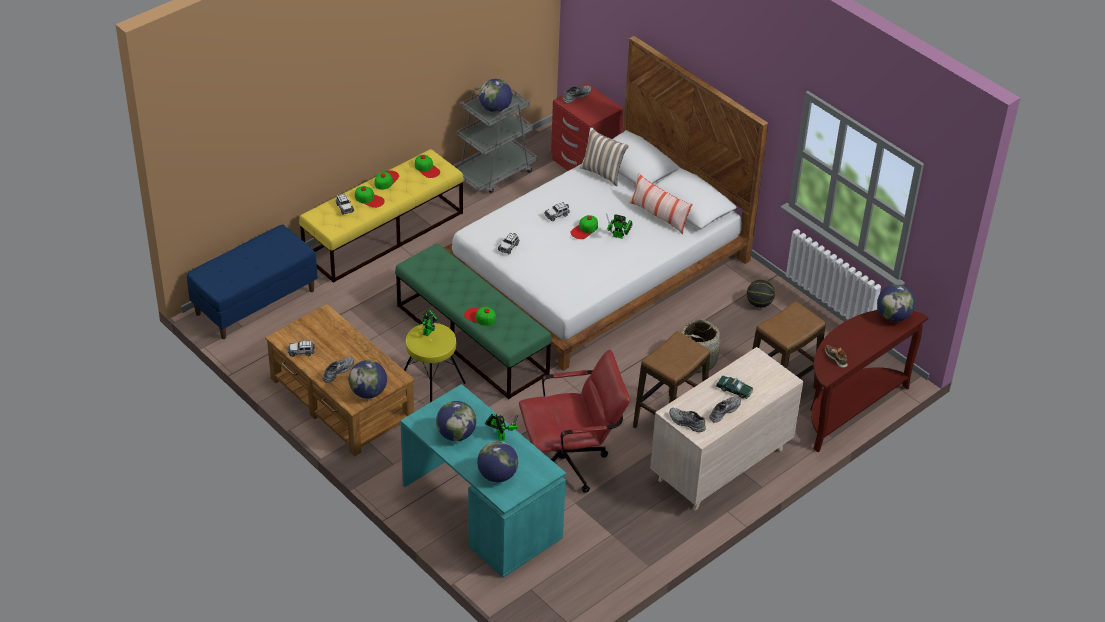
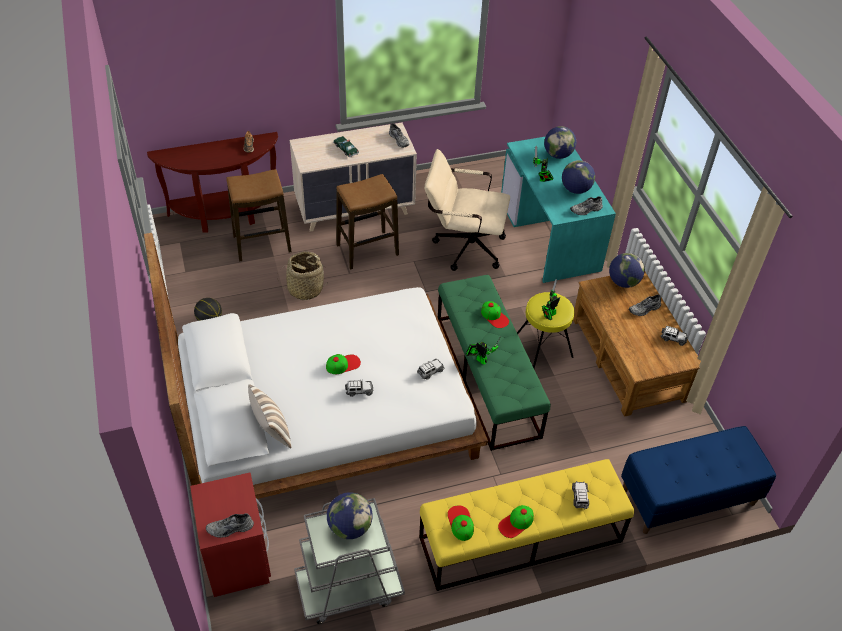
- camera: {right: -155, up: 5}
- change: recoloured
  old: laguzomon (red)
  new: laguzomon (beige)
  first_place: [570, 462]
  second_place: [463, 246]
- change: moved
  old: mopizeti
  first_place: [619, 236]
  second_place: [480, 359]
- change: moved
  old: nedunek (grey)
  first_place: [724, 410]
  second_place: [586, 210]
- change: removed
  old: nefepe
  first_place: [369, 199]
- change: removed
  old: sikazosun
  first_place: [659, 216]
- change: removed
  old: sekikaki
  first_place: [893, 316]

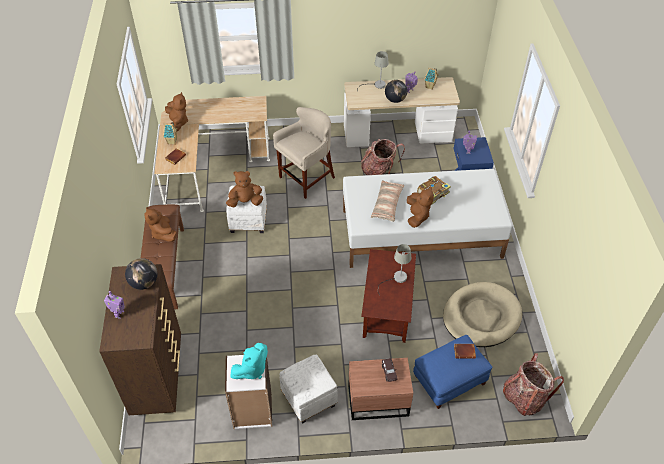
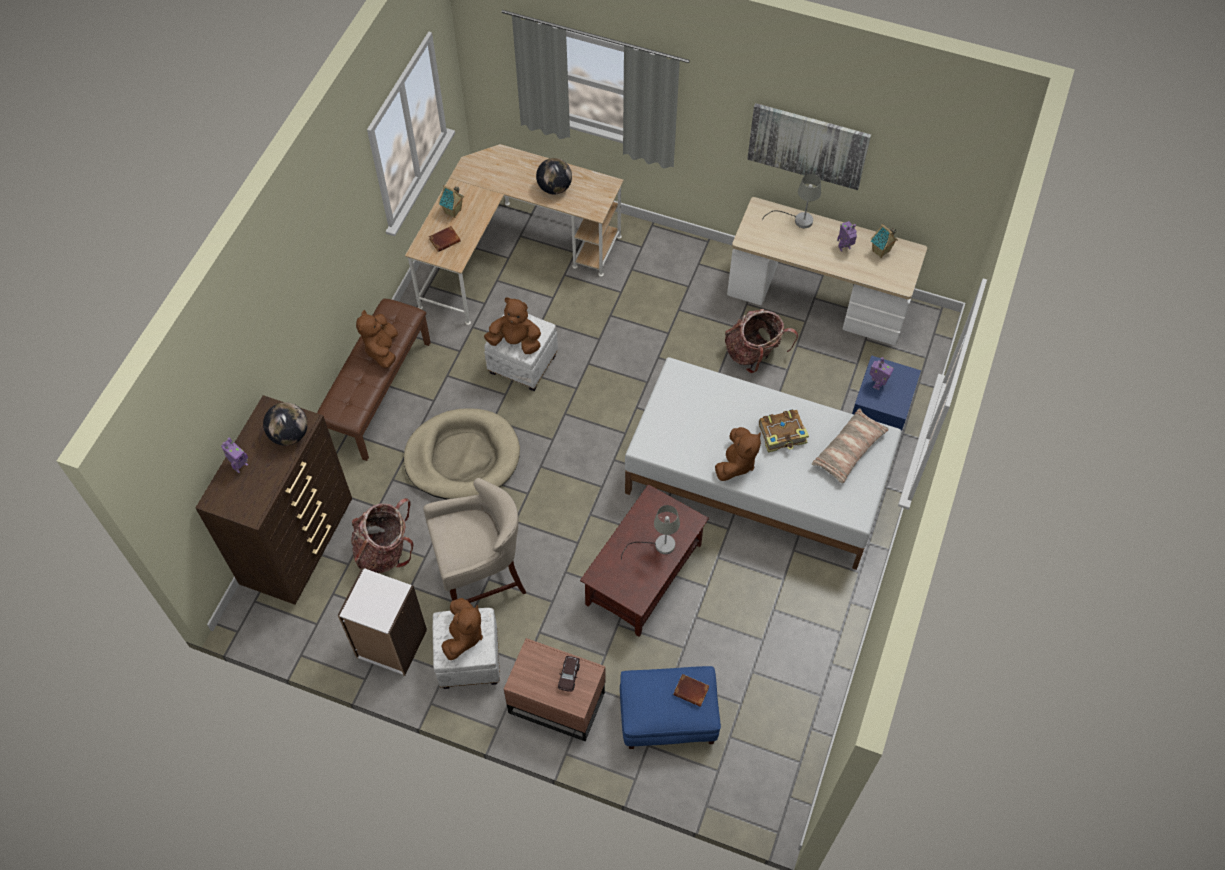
- camera: {right: 25, up: 10}
- change: moved
  old: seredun
  first_place: [524, 398]
  second_place: [384, 550]
- change: moved
  old: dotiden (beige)
  first_place: [481, 317]
  second_place: [462, 457]
- change: moved
  old: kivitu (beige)
  first_place: [307, 179]
  second_place: [481, 576]
- change: moved
  old: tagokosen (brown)
  first_place: [177, 123]
  second_place: [463, 636]
- change: moved
  old: sekikaki
  first_place: [395, 100]
  second_place: [554, 188]
- change: added
  new: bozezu
  second_place: [808, 145]
- change: moved
  old: sikazosun
  first_place: [387, 204]
  second_place: [849, 450]
- change: removed
  old: tagokosen (turquoise)
  first_place: [251, 369]

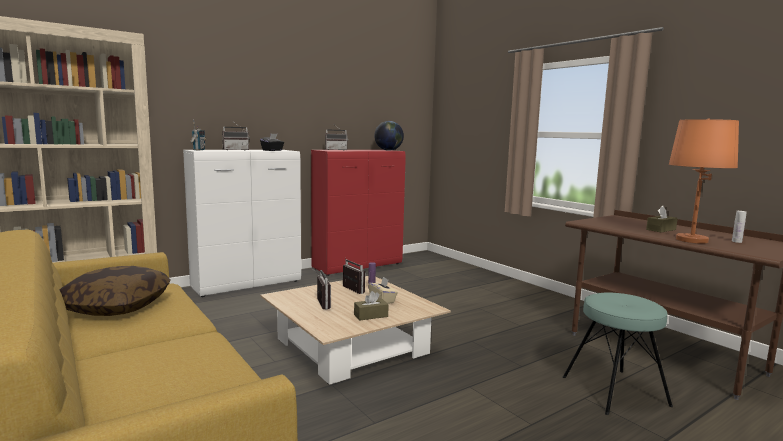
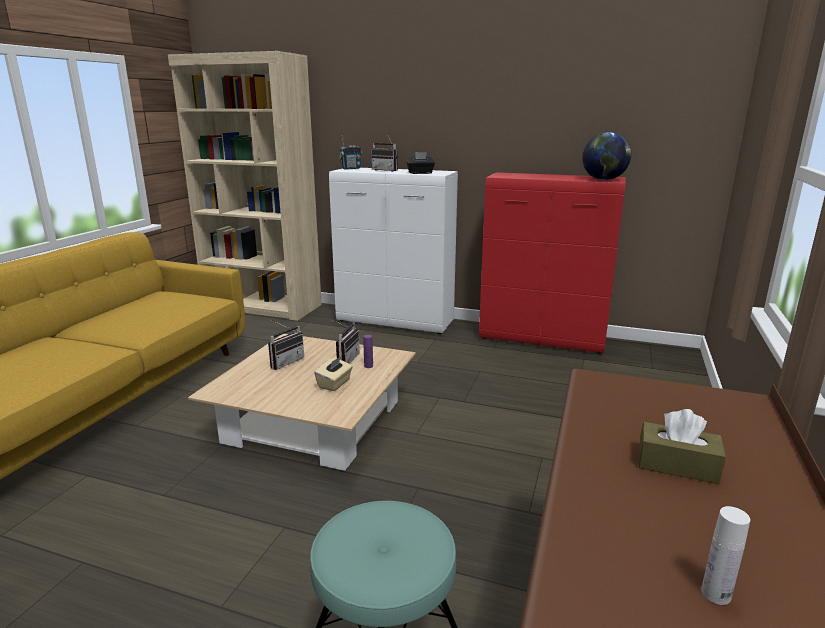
- camera: {right: 55, up: 10}
- change: removed
  old: sikazosun
  first_place: [116, 307]
- change: removed
  old: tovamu
  first_place: [336, 150]
- change: removed
  old: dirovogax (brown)
  first_place: [371, 315]
- change: removed
  old: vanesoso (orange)
  first_place: [692, 240]

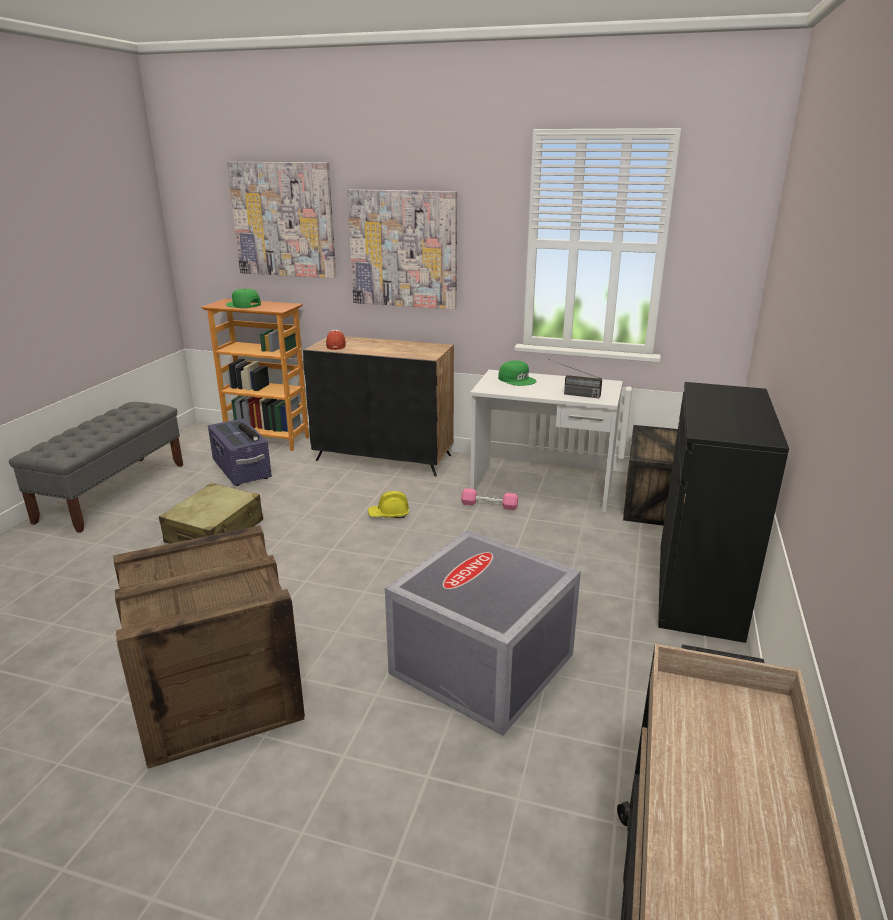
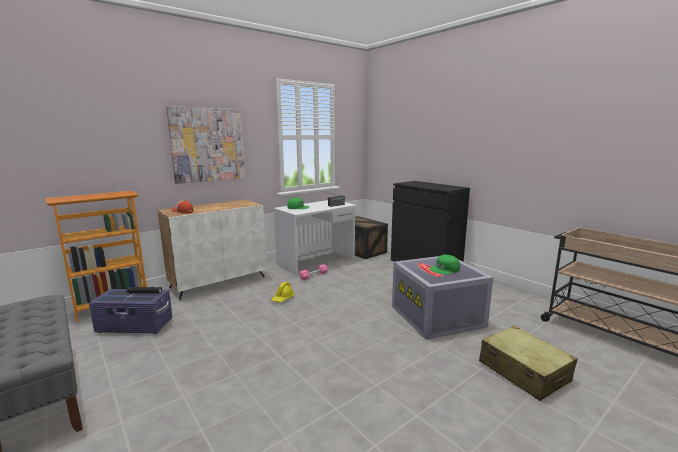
- camera: {right: -55, up: -10}
- change: recoloured
  old: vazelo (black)
  new: vazelo (white)
  first_place: [384, 458]
  second_place: [219, 282]
- change: moved
  old: nefepe (green)
  first_place: [243, 305]
  second_place: [445, 269]
- change: moved
  old: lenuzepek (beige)
  first_place: [215, 532]
  second_place: [523, 372]
- change: removed
  old: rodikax
  first_place: [217, 693]
- change: removed
  old: bozezu
  first_place: [284, 220]

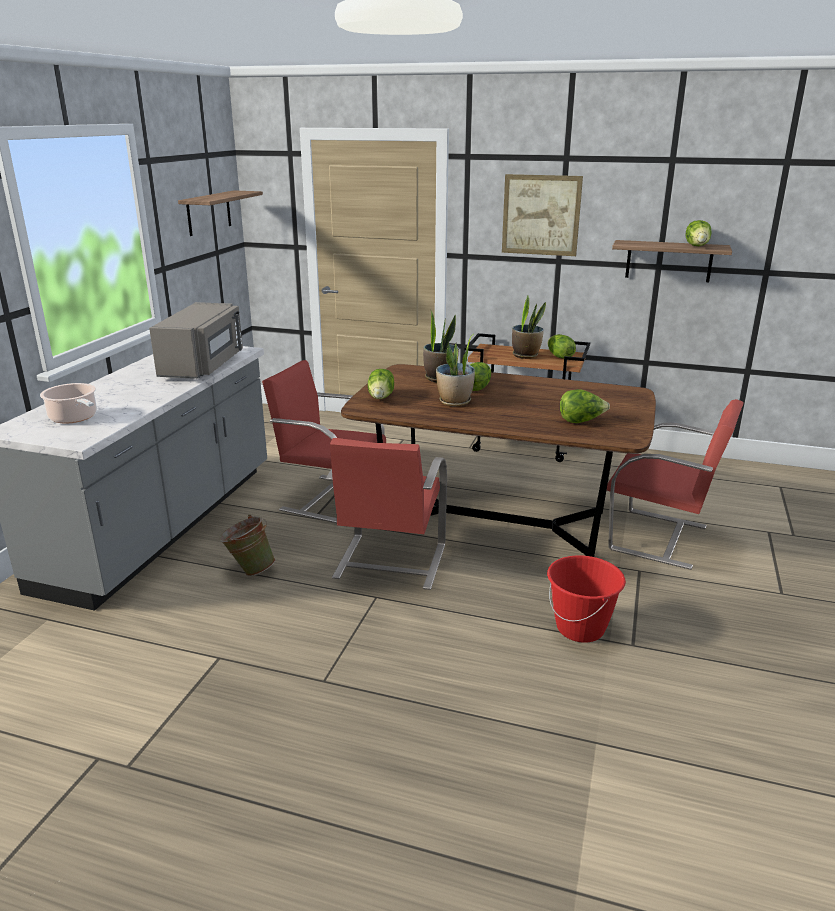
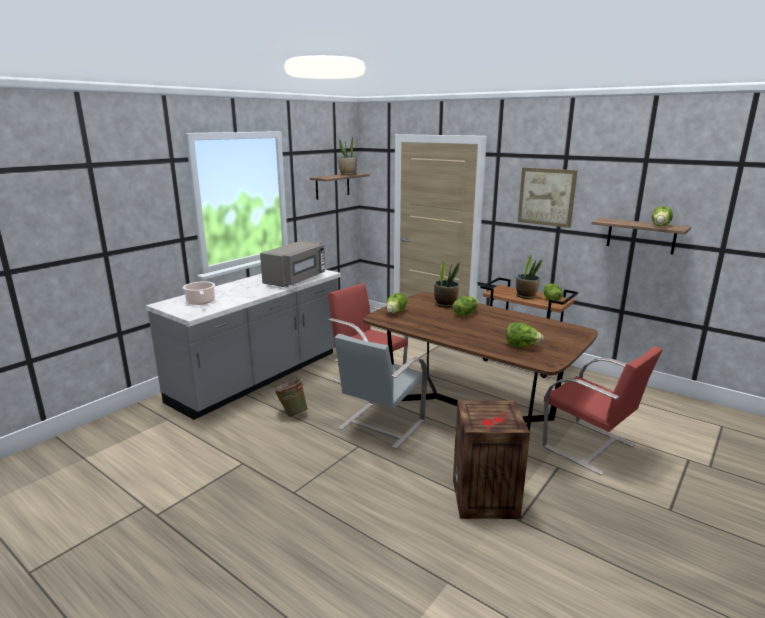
- camera: {right: 20, up: -5}
- change: recoloured
  old: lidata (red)
  new: lidata (grey)
  first_place: [389, 562]
  second_place: [380, 425]
- change: moved
  old: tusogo
  first_place: [455, 402]
  second_place: [348, 174]
- change: replaced
  old: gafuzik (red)
  new: rodikax
  first_place: [580, 628]
  second_place: [486, 499]

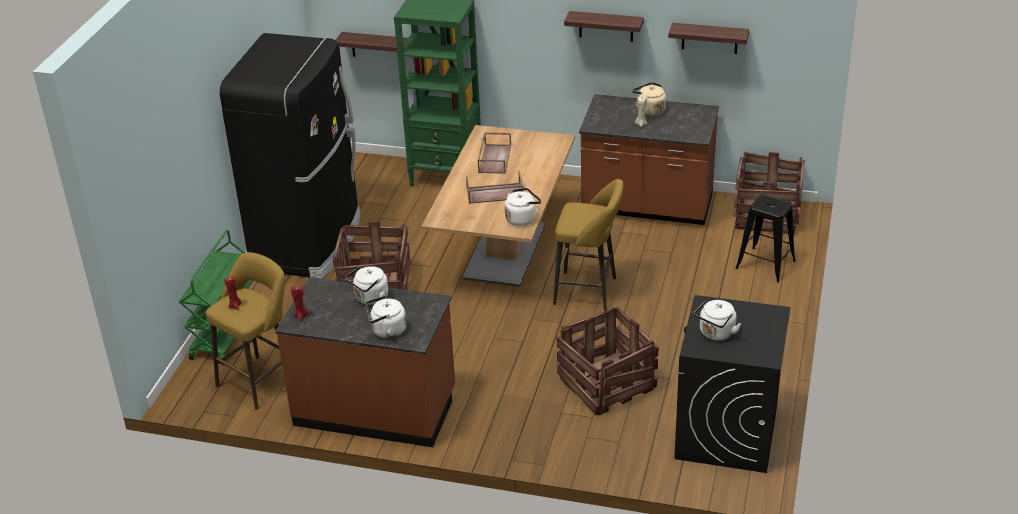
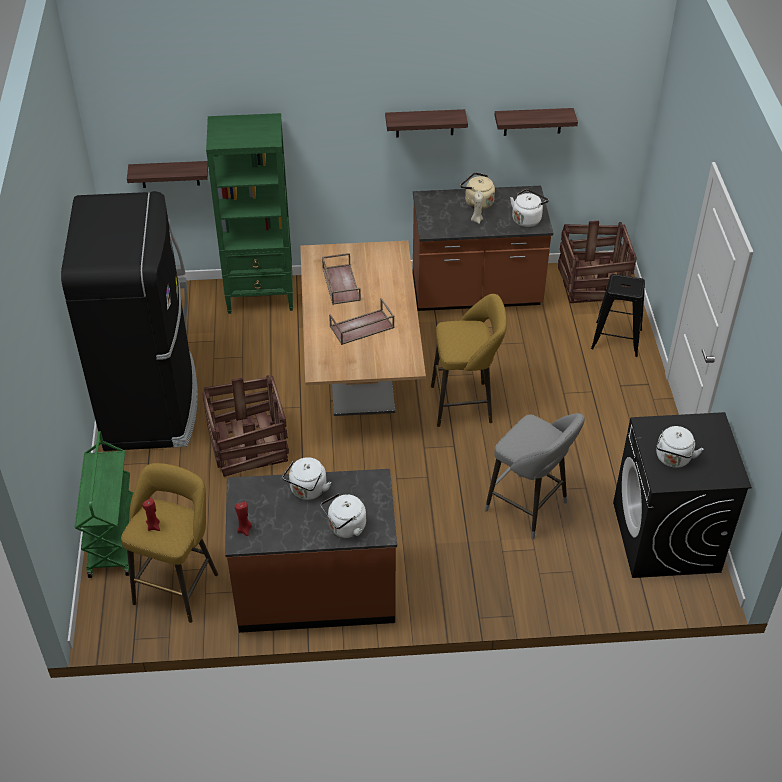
- camera: {right: -20, up: 10}
- change: replaced
  old: rodikax
  new: kivitu (grey)
  first_place: [605, 384]
  second_place: [530, 508]
- change: moved
  old: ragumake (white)
  first_place: [522, 218]
  second_place: [527, 219]

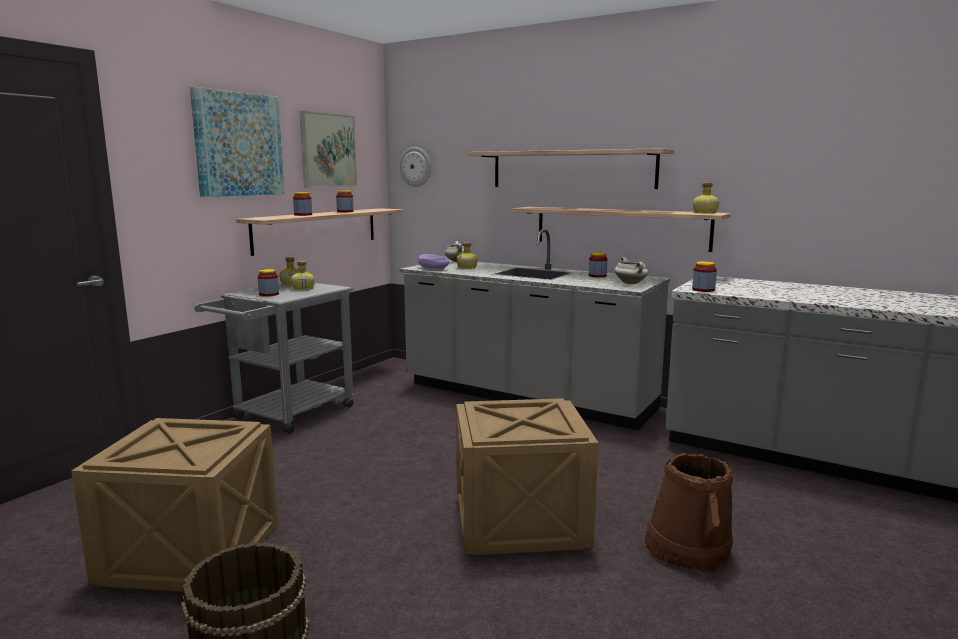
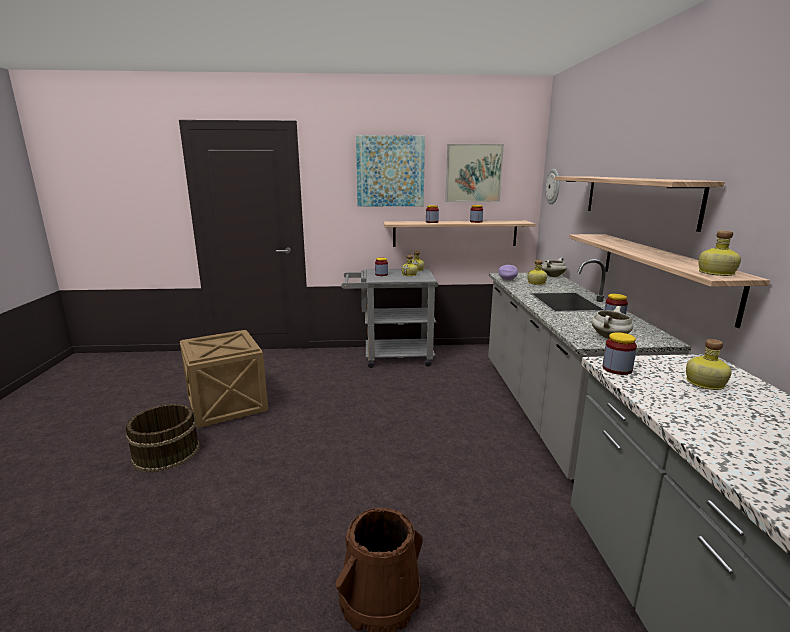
- camera: {right: 55, up: 5}
- change: added
  new: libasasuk
  second_place: [703, 383]
- change: removed
  old: rodikax
  first_place: [522, 522]

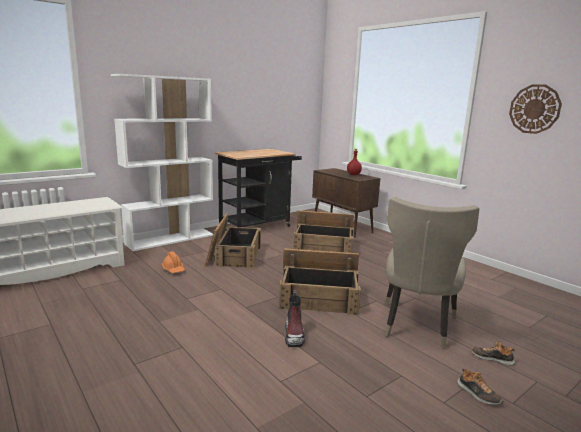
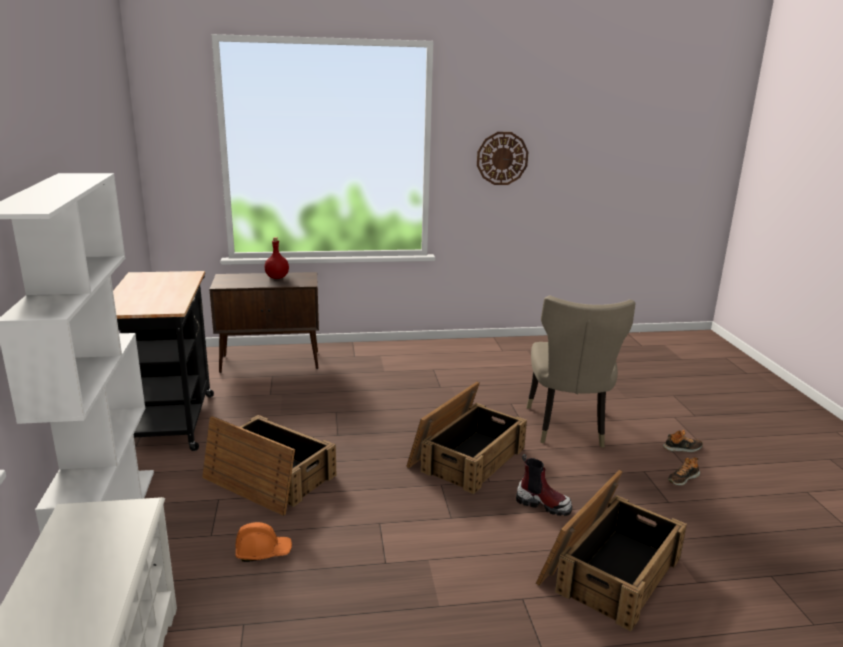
- camera: {right: -60, up: 5}
- change: turned
  old: lidata (beige)
  first_place: [416, 327]
  second_place: [568, 428]
  degrees: 45
- change: moved
  old: rodikax
  first_place: [323, 247]
  second_place: [608, 569]
- change: moved
  old: nedunek
  first_place: [492, 358]
  second_place: [682, 478]

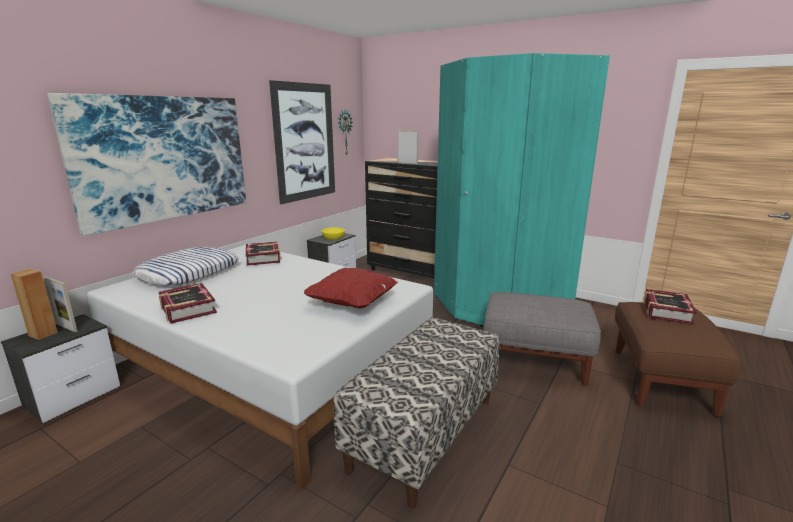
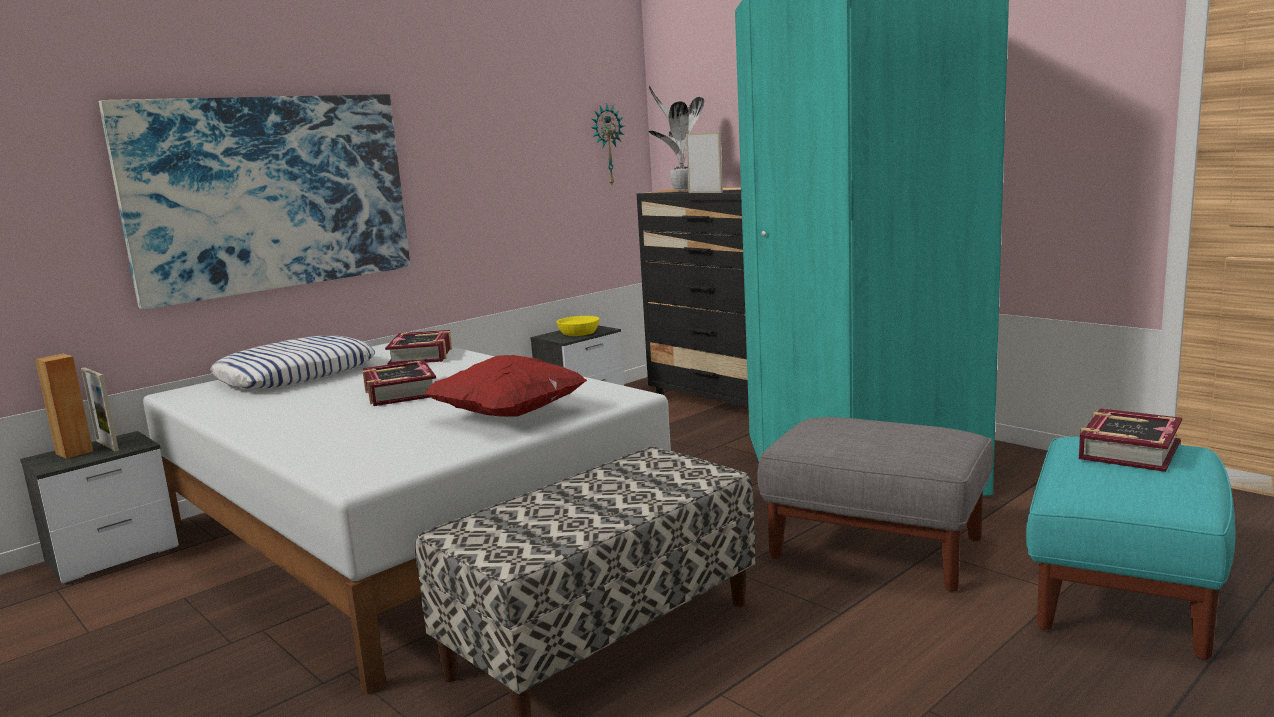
- camera: {right: 15, up: -5}
- change: moved
  old: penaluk
  first_place: [187, 309]
  second_place: [400, 392]
- change: added
  new: tusogo
  second_place: [680, 190]
- change: recoloured
  old: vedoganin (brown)
  new: vedoganin (turquoise)
  first_place: [661, 380]
  second_place: [1122, 593]
- change: removed
  old: bozezu
  first_place: [305, 142]

